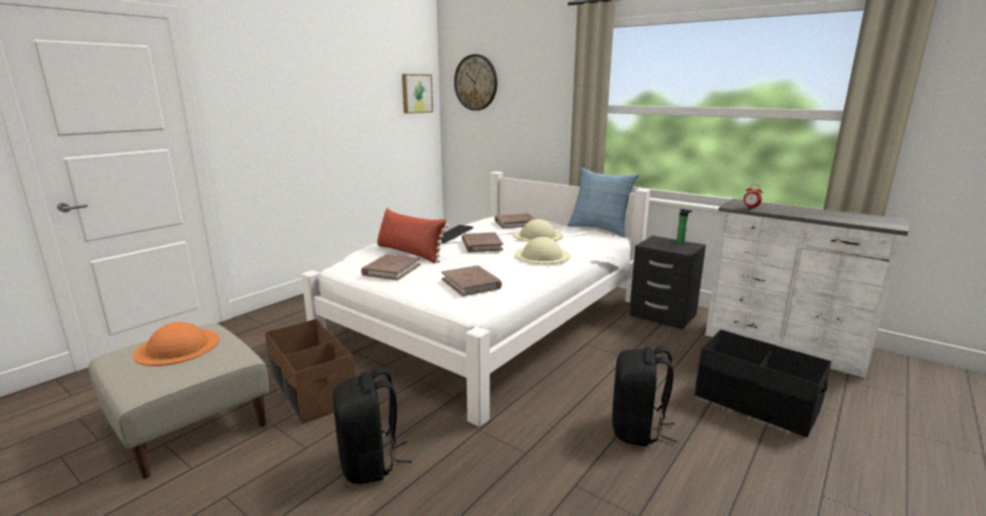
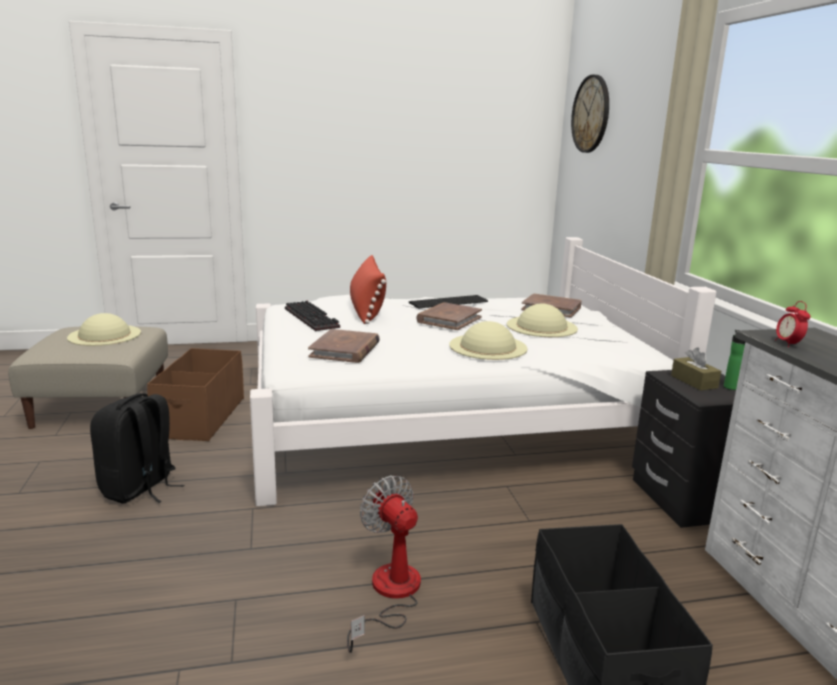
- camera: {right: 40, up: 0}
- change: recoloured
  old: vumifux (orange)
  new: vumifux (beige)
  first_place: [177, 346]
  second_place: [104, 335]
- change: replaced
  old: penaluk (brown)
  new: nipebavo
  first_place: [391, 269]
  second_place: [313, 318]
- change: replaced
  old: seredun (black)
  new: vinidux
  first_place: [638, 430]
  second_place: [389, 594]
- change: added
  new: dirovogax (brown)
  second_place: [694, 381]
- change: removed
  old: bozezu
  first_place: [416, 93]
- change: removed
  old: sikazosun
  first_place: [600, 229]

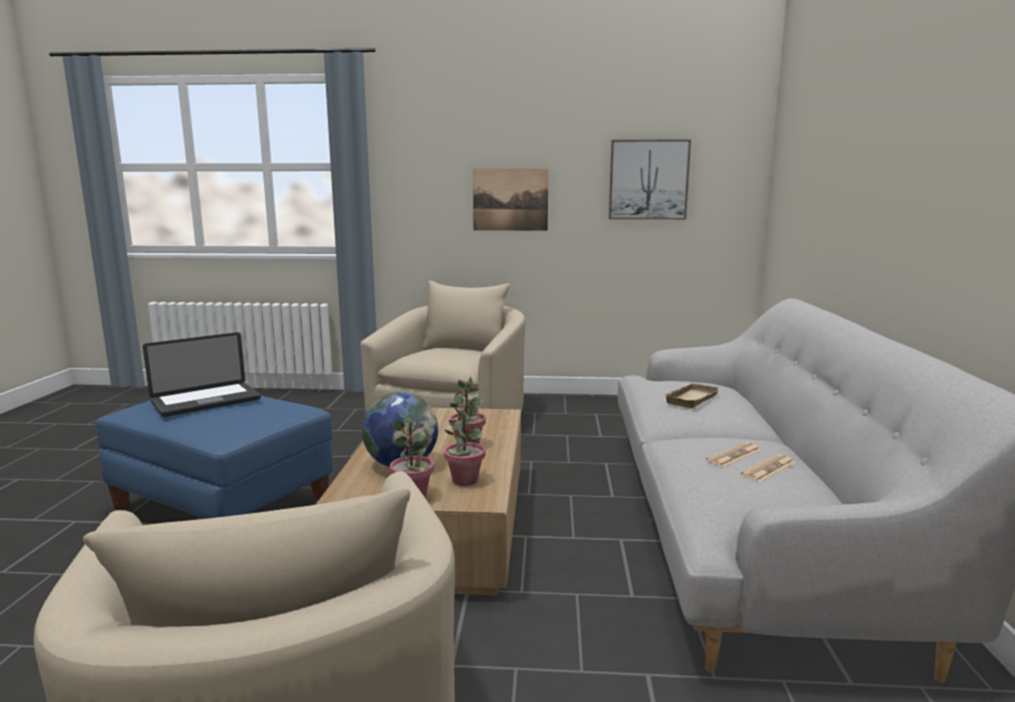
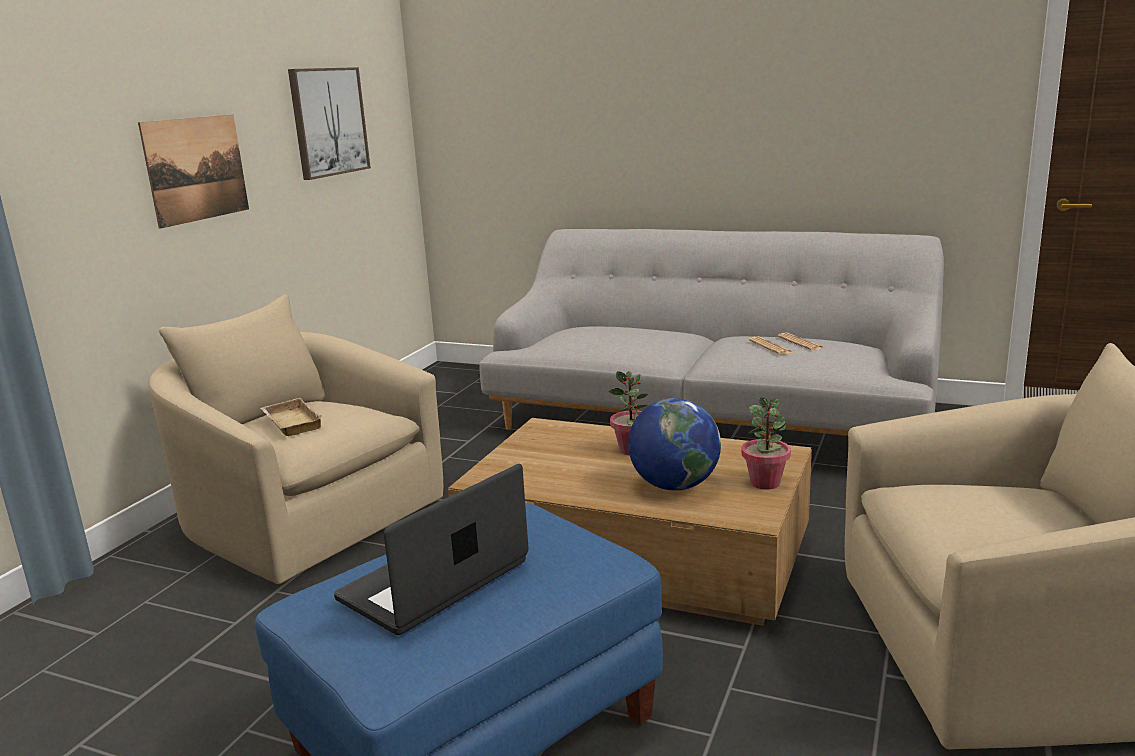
- camera: {right: -70, up: 5}
- change: moved
  old: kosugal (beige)
  first_place: [689, 398]
  second_place: [290, 423]
- change: turned
  old: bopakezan
  first_place: [206, 401]
  second_place: [434, 581]
  degrees: -120
- change: removed
  old: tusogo
  first_place: [464, 480]

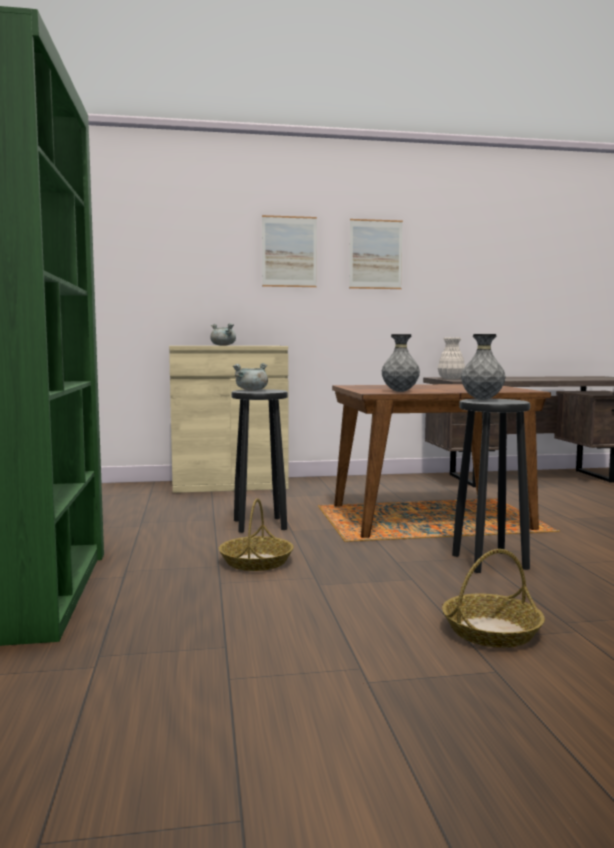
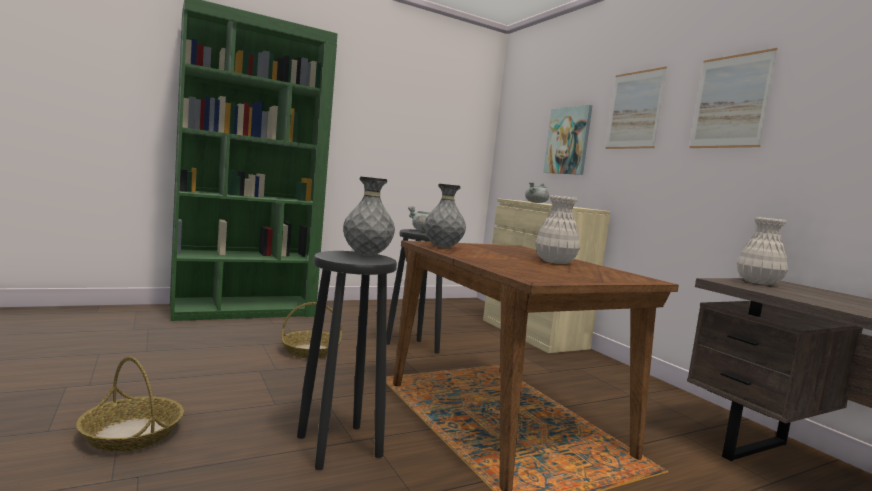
- camera: {right: 70, up: 0}
- change: added
  new: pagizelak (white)
  second_place: [555, 262]
- change: added
  new: bozezu
  second_place: [568, 141]

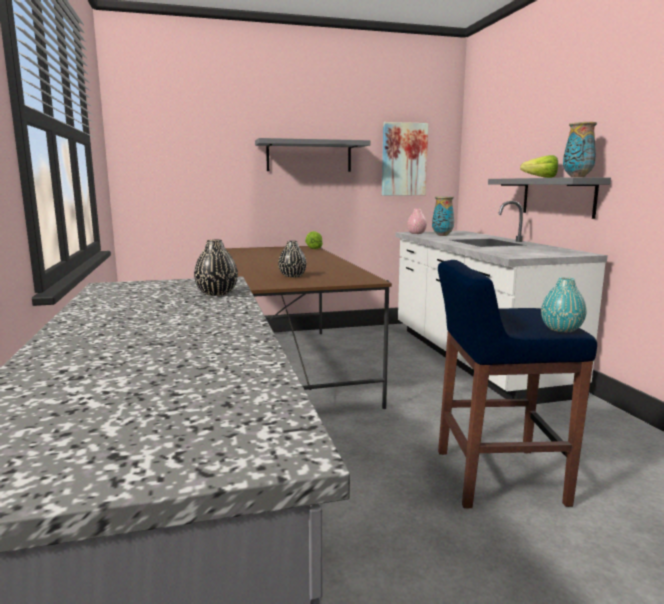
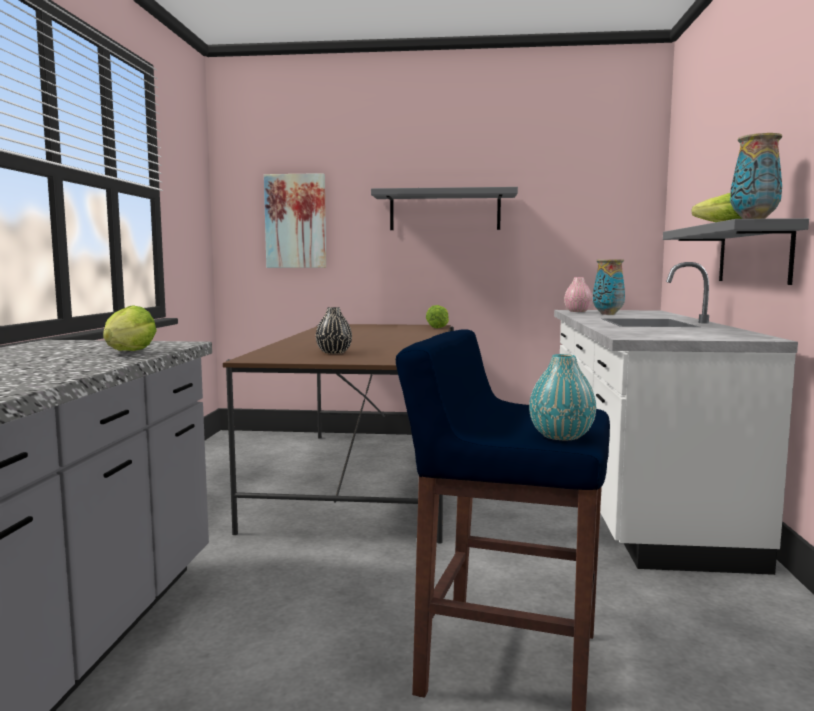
- camera: {right: 20, up: -5}
- change: replaced
  old: pagizelak (black)
  new: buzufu
  first_place: [217, 293]
  second_place: [123, 354]
- change: moved
  old: bozezu
  first_place: [404, 159]
  second_place: [296, 221]

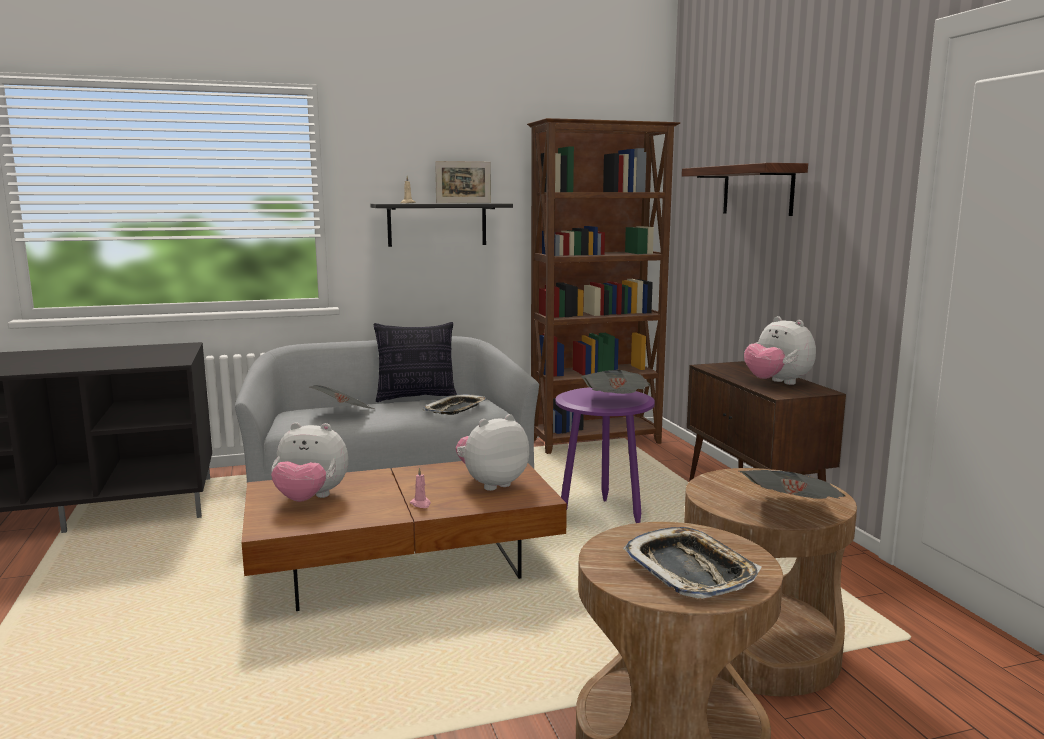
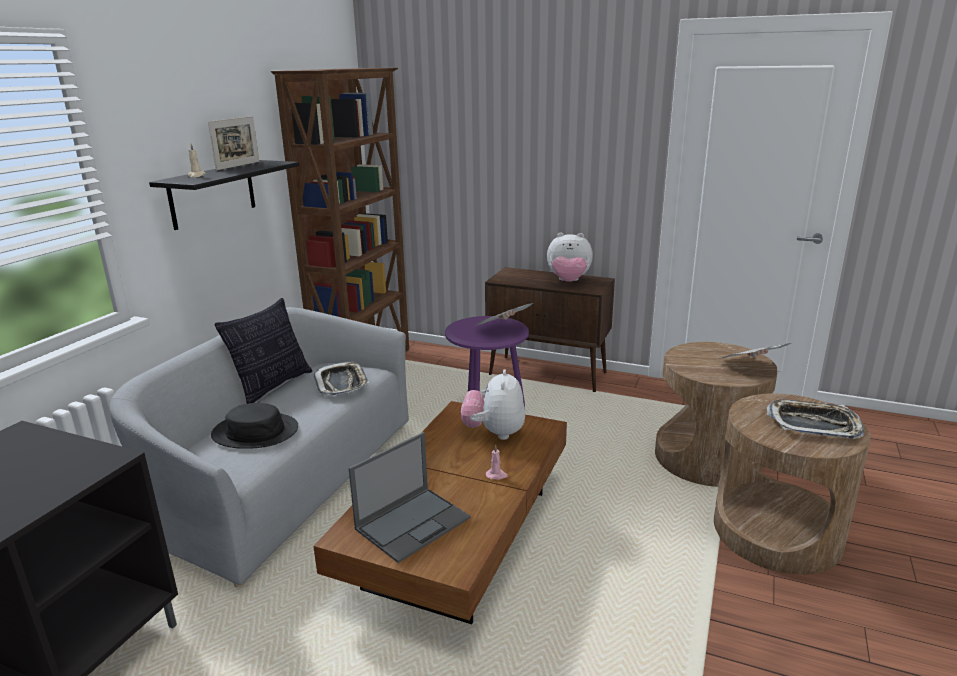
- camera: {right: -50, up: 10}
- change: replaced
  old: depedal
  new: vumifux (black)
  first_place: [344, 414]
  second_place: [255, 432]
- change: replaced
  old: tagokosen
  new: bopakezan
  first_place: [310, 499]
  second_place: [413, 523]
- change: removed
  old: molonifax
  first_place: [757, 190]

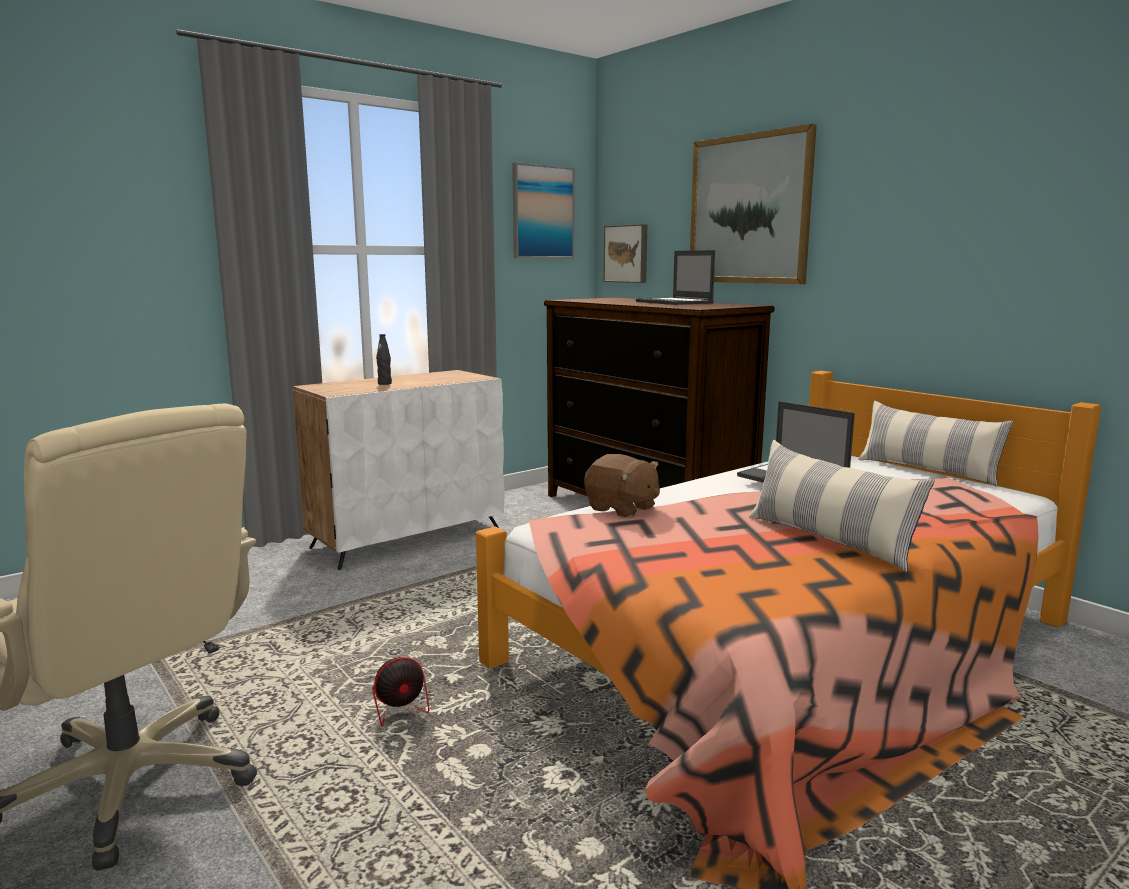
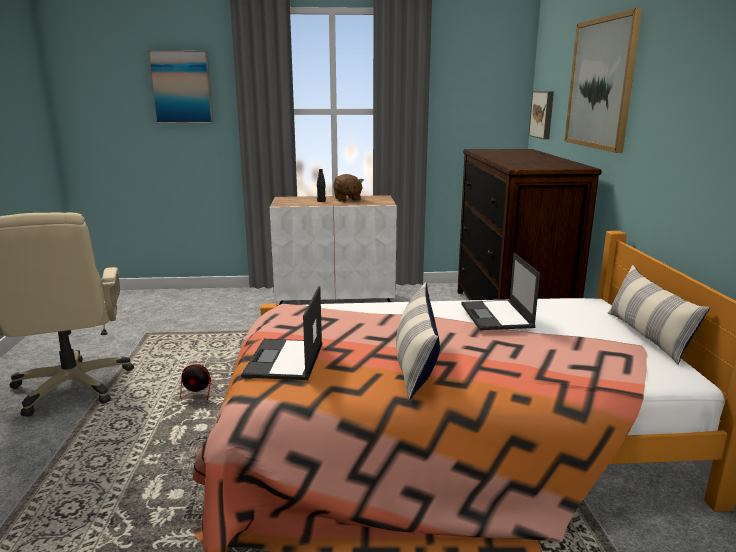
- camera: {right: 35, up: 5}
- change: moved
  old: bozezu
  first_place: [542, 212]
  second_place: [181, 87]
- change: moved
  old: bopakezan
  first_place: [674, 302]
  second_place: [284, 360]
- change: moved
  old: tagokosen (brown)
  first_place: [622, 509]
  second_place: [347, 199]

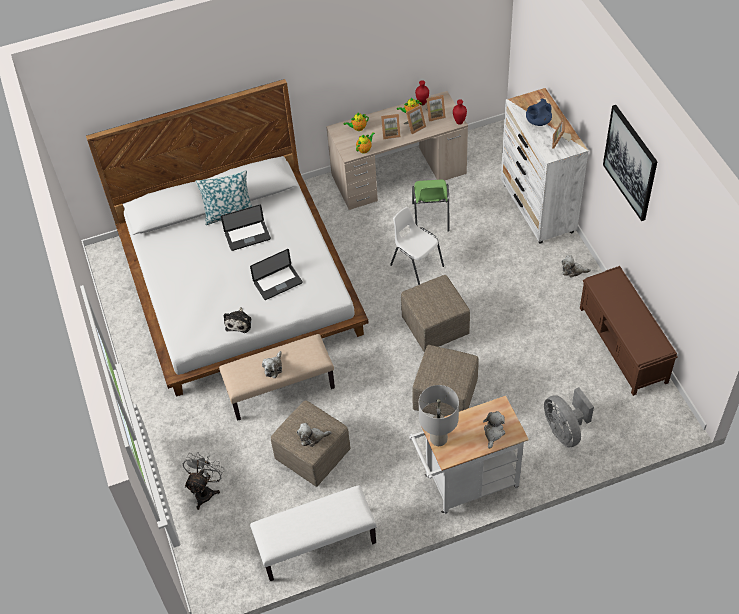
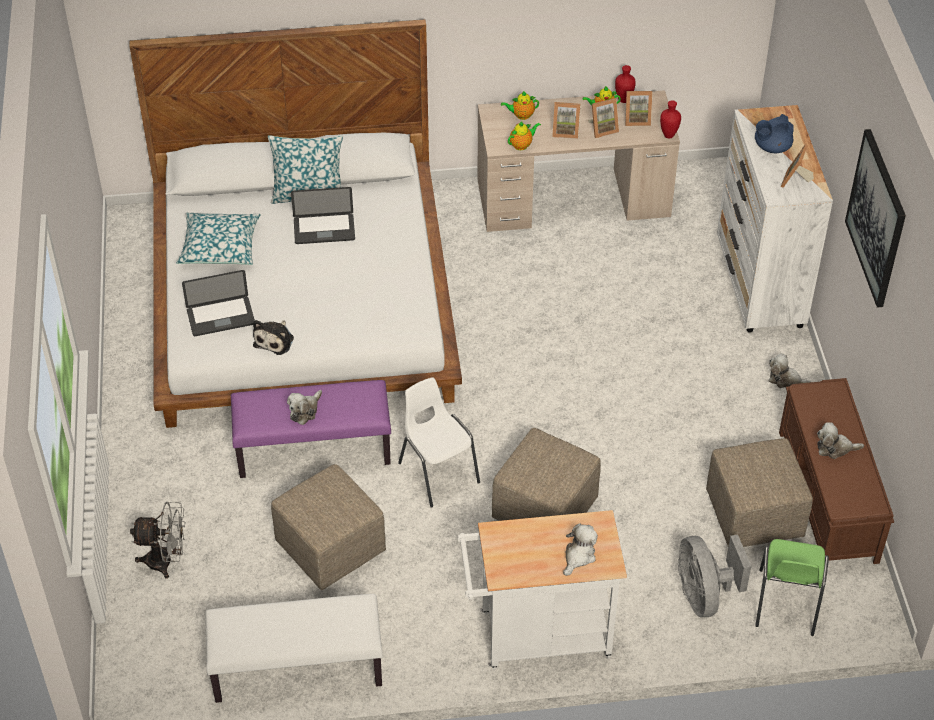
- camera: {right: 10, up: -5}
- change: turned
  old: vinidux (grey)
  first_place: [206, 491]
  second_place: [166, 561]
  degrees: 60
- change: added
  new: sikazosun
  second_place: [220, 246]
- change: moved
  old: bopakezan
  first_place: [278, 283]
  second_place: [221, 317]
- change: recoloured
  old: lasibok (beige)
  new: lasibok (purple)
  first_place: [280, 388]
  second_place: [314, 449]
- change: moved
  old: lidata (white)
  first_place: [416, 265]
  second_place: [438, 472]
- change: moved
  old: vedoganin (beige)
  first_place: [436, 327]
  second_place: [755, 515]
- change: moved
  old: lidata (green)
  first_place: [431, 217]
  second_place: [786, 603]
- change: moved
  old: tagokosen
  first_place: [312, 437]
  second_place: [835, 448]
- change: removed
  old: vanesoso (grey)
  first_place: [439, 439]

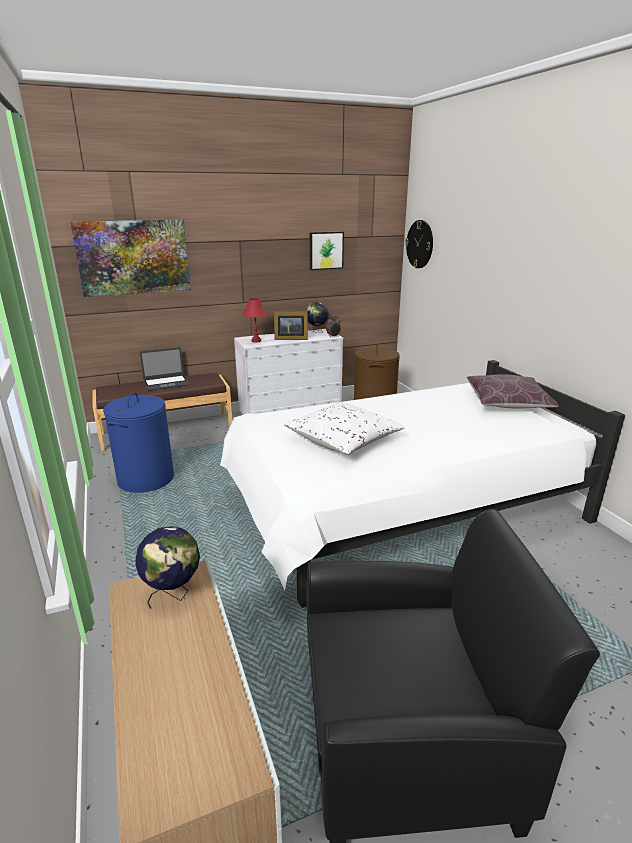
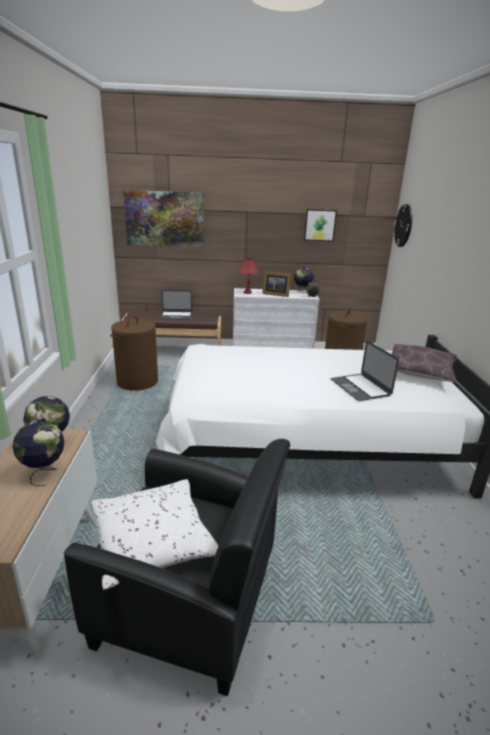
- camera: {right: 20, up: 0}
- change: added
  new: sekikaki
  second_place: [44, 473]
- change: moved
  old: sikazosun (white)
  first_place: [343, 440]
  second_place: [152, 541]
- change: recoloured
  old: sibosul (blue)
  new: sibosul (brown)
  first_place: [146, 479]
  second_place: [137, 382]
- change: added
  new: bopakezan
  second_place: [360, 387]

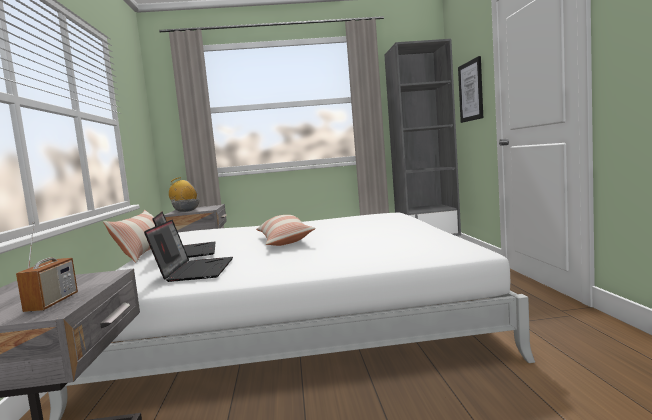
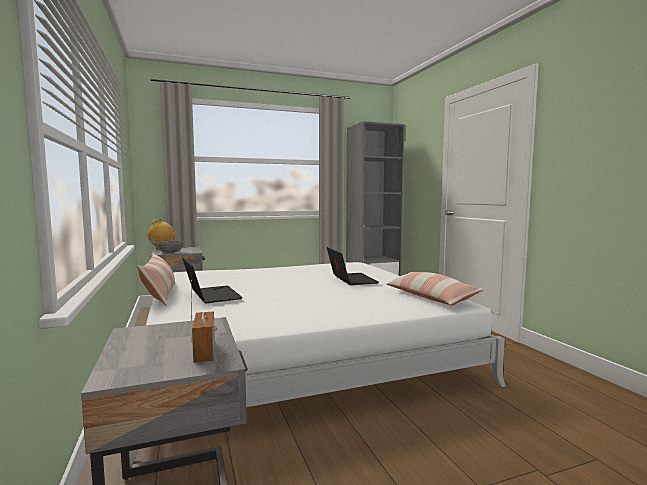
- camera: {right: -15, up: 0}
- change: moved
  old: bopakezan
  first_place: [195, 270]
  second_place: [350, 280]
- change: moved
  old: sikazosun
  first_place: [283, 240]
  second_place: [430, 297]
- change: removed
  old: bozezu
  first_place: [471, 91]

